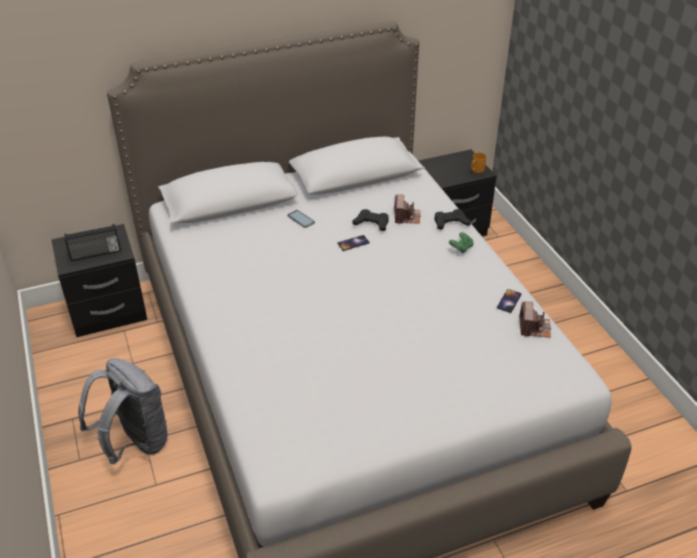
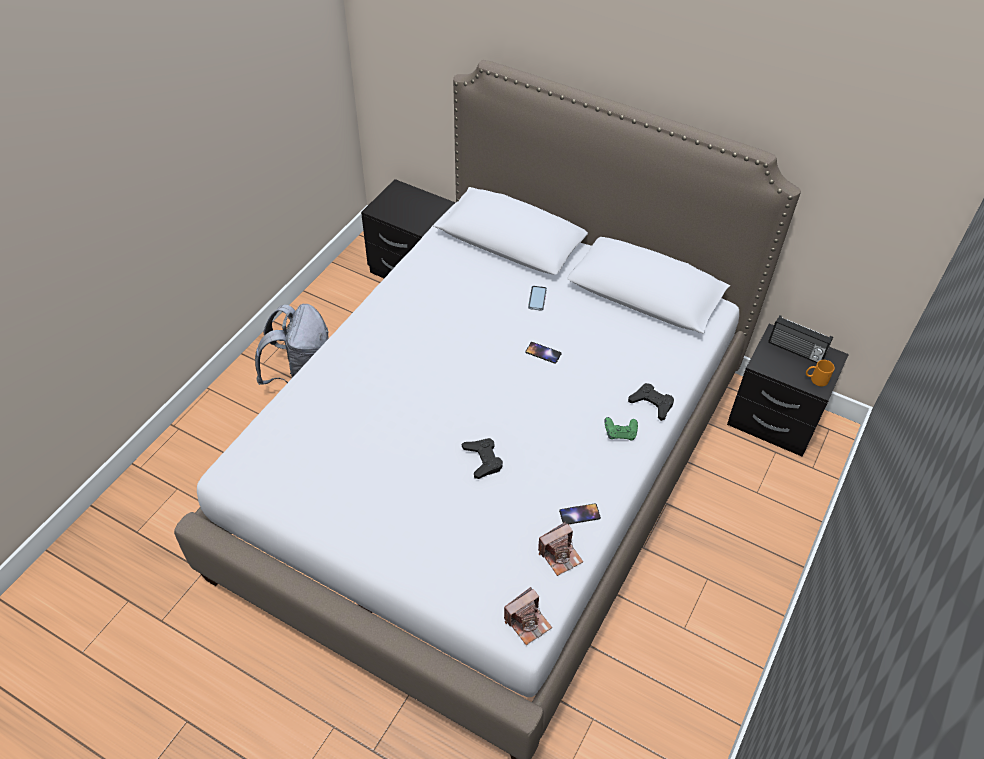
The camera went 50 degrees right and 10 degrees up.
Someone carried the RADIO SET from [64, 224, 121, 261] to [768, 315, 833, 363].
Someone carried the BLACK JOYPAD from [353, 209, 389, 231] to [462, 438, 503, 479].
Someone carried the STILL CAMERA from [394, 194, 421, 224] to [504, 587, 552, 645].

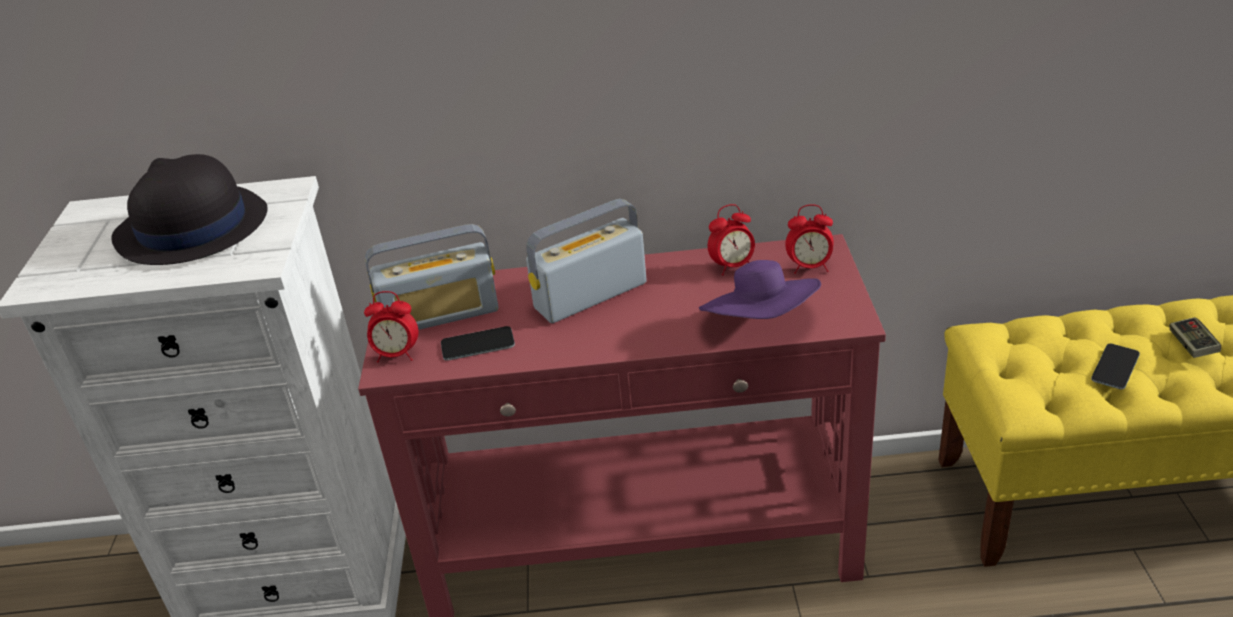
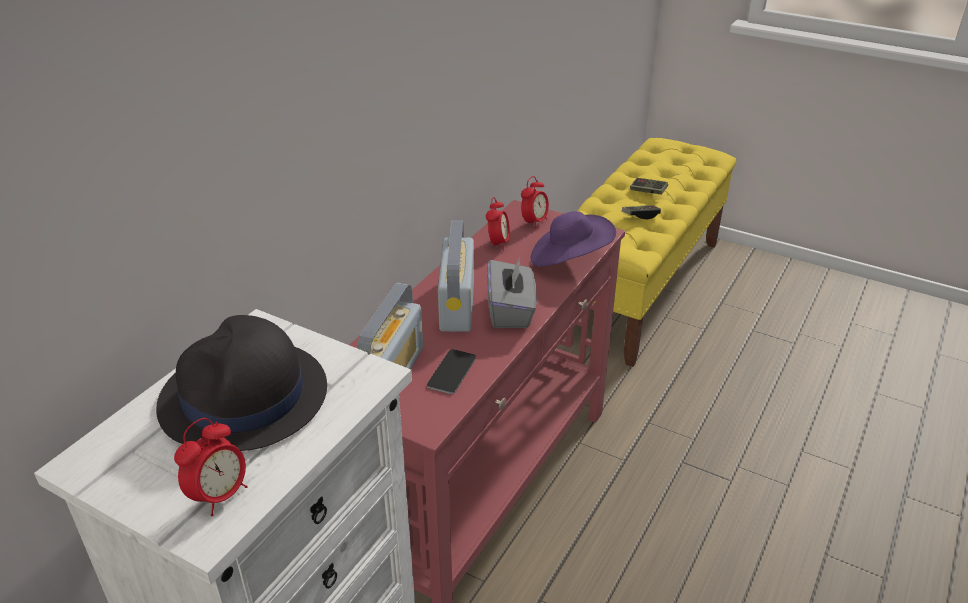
The camera went 60 degrees left and 0 degrees up.
Someone put down the GRAY TISSUE HOLDER at [487, 257, 537, 328].
Someone carried the ALARM CLOCK from [364, 291, 418, 362] to [174, 418, 248, 516].
Someone swapped the HANDSET at [1091, 344, 1140, 389] for the JOYPAD at [622, 205, 661, 220].

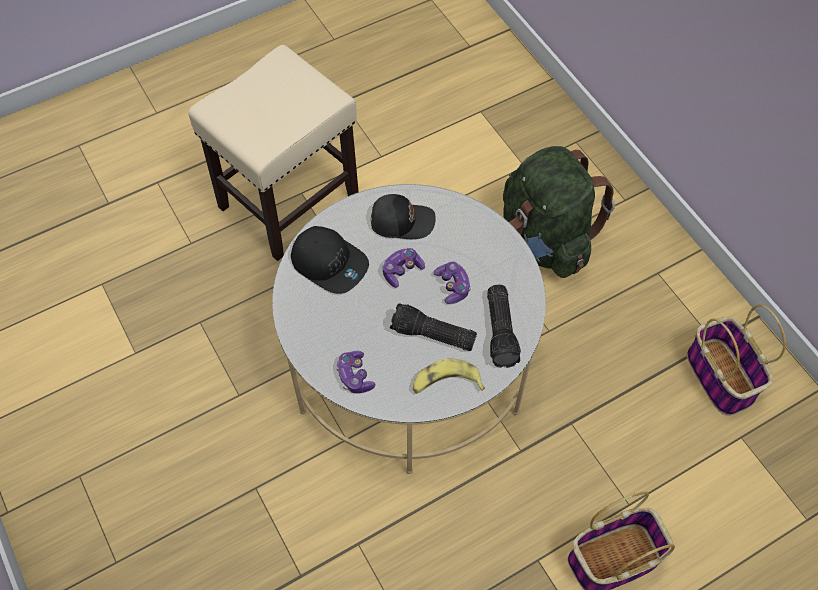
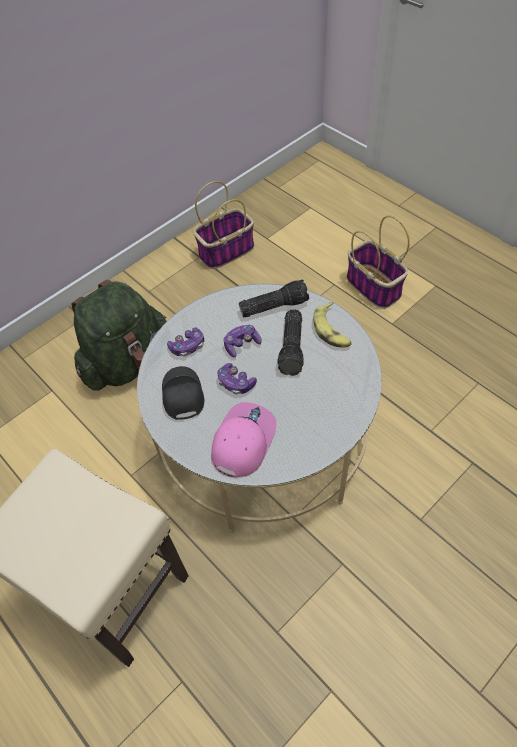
The camera went 100 degrees left and 5 degrees down.
Someone carried the JOYPAD from [336, 351, 376, 393] to [167, 327, 204, 357].
Someone repainted the BLACK PEAKED CAP at [291, 226, 369, 294], which became the PINK-COLOURED PEAKED CAP at [211, 402, 276, 478].

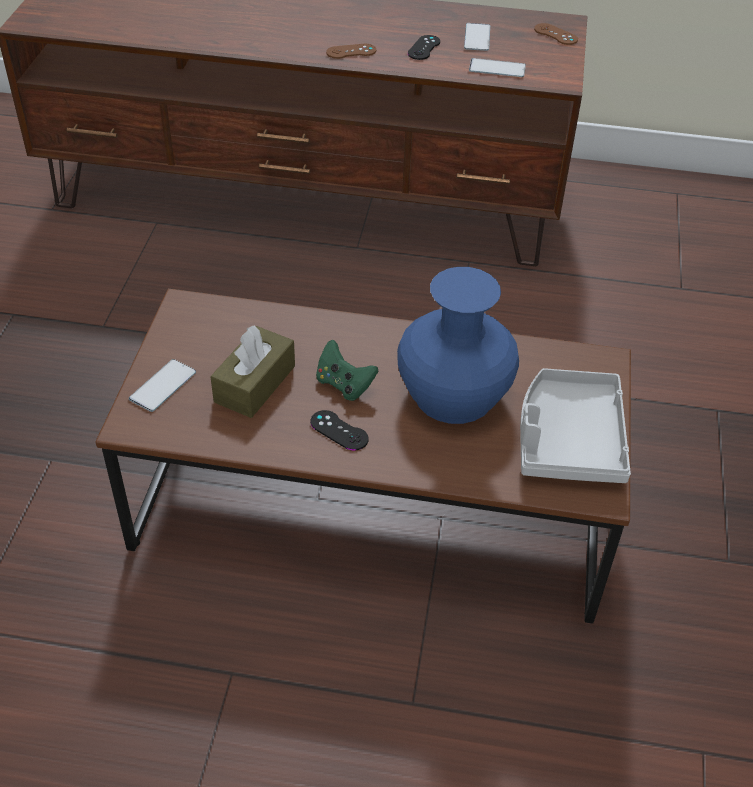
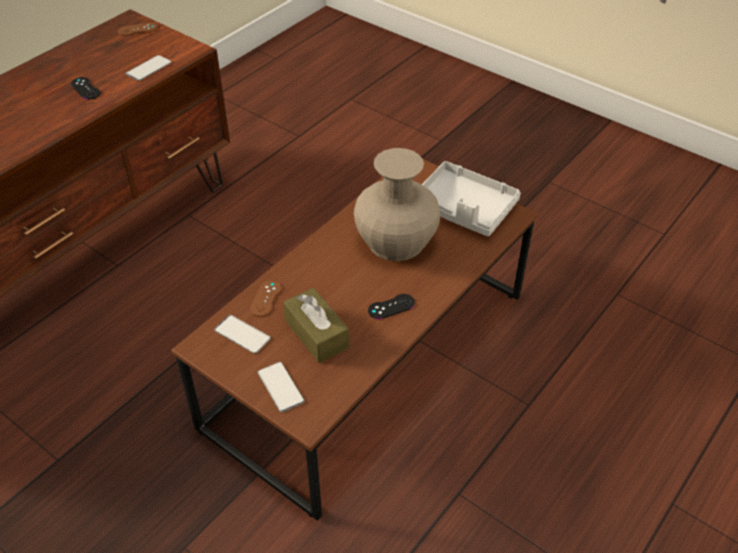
The camera went 60 degrees left and 0 degrees up.
Someone took away the GREENISH JOYPAD at [316, 340, 378, 401].
Someone carried the BROWNISH JOYPAD from [326, 44, 376, 59] to [250, 280, 281, 317].
Someone carried the HANDSET from [464, 23, 490, 51] to [214, 315, 271, 353].
Someone repainted the BLUE VASE at [397, 267, 519, 424], which became the BEIGE-COLOURED VASE at [354, 148, 441, 261].

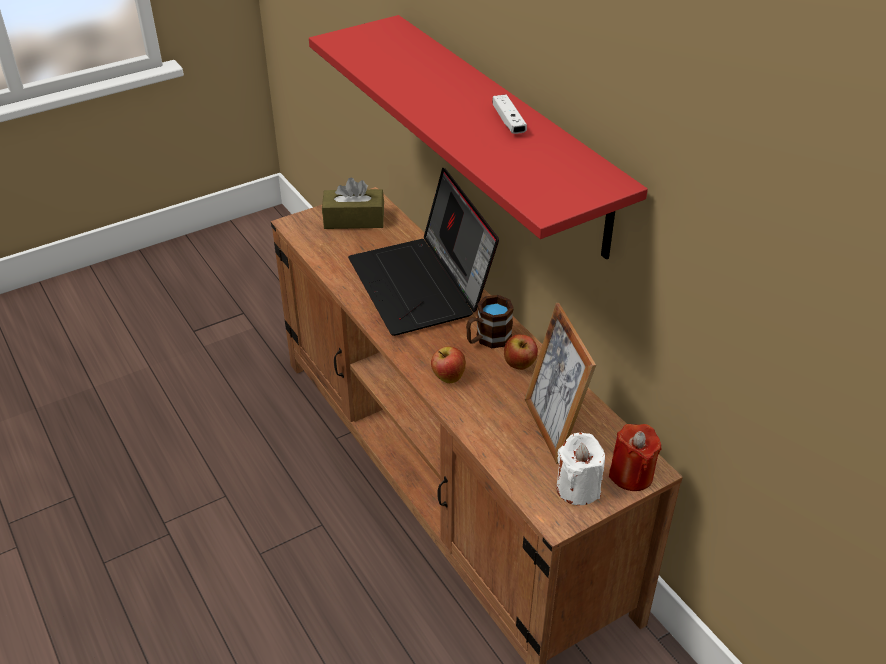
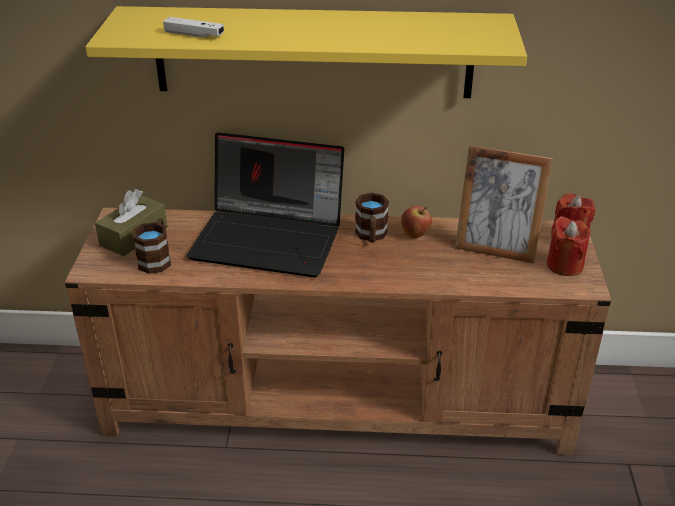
The camera went 55 degrees left and 5 degrees down.
Someone took away the APPLE FRUIT at [431, 346, 466, 383].
Someone put down the BROWNISH TEA MUG at [133, 218, 171, 274].
Someone carried the WHITE-COLOURED JOYPAD from [493, 94, 527, 134] to [163, 17, 224, 38].
Someone repainted the RED WALL SHELF at [309, 15, 648, 260], which became the YELLOW WALL SHELF at [85, 6, 527, 98].
Someone repainted the WHITE-COLOURED CANDLE at [556, 432, 605, 505], which became the RED CANDLE at [547, 216, 591, 276].

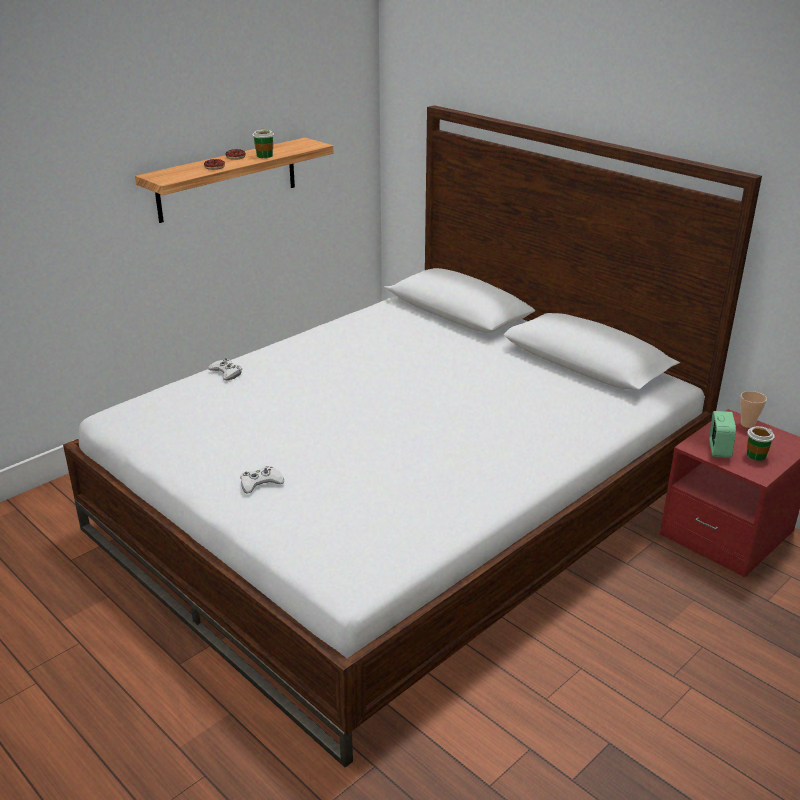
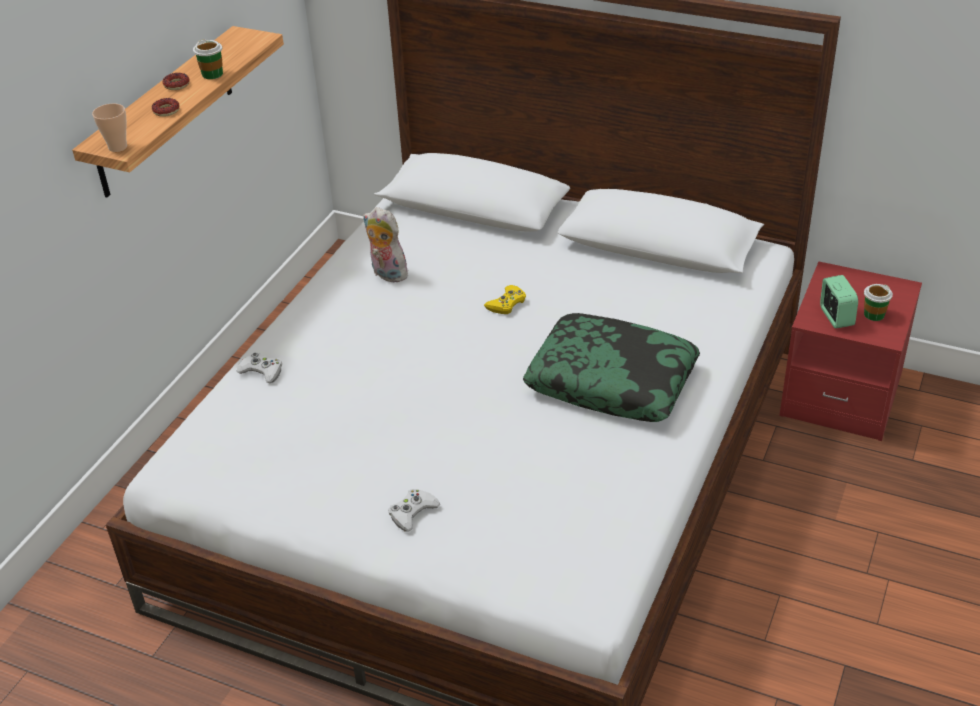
The camera went 20 degrees left and 10 degrees up.
Someone put down the CUDDLY TOY at [363, 207, 408, 282].
Someone put down the YELLOW JOYPAD at [484, 285, 526, 314].
Someone put down the CUSHION at [523, 313, 700, 422].
Someone carried the CUP from [740, 391, 767, 428] to [92, 103, 127, 152].

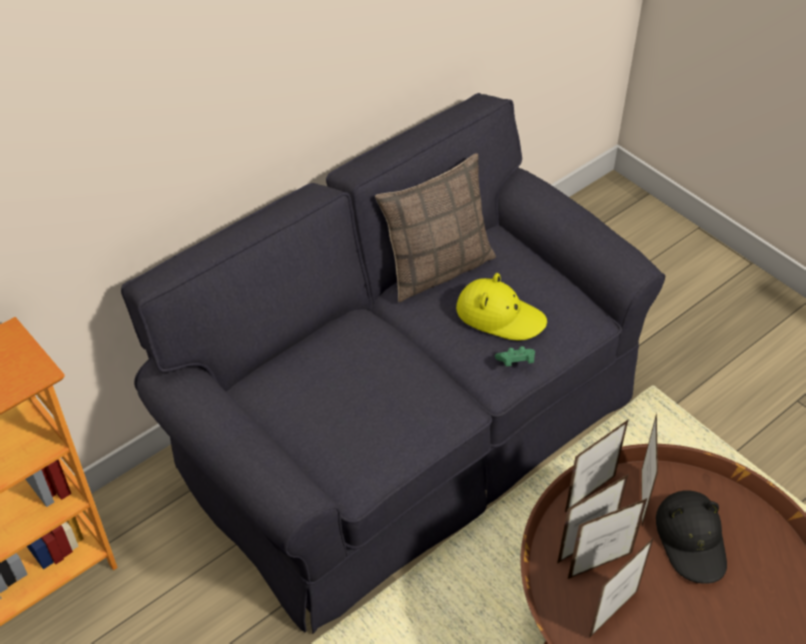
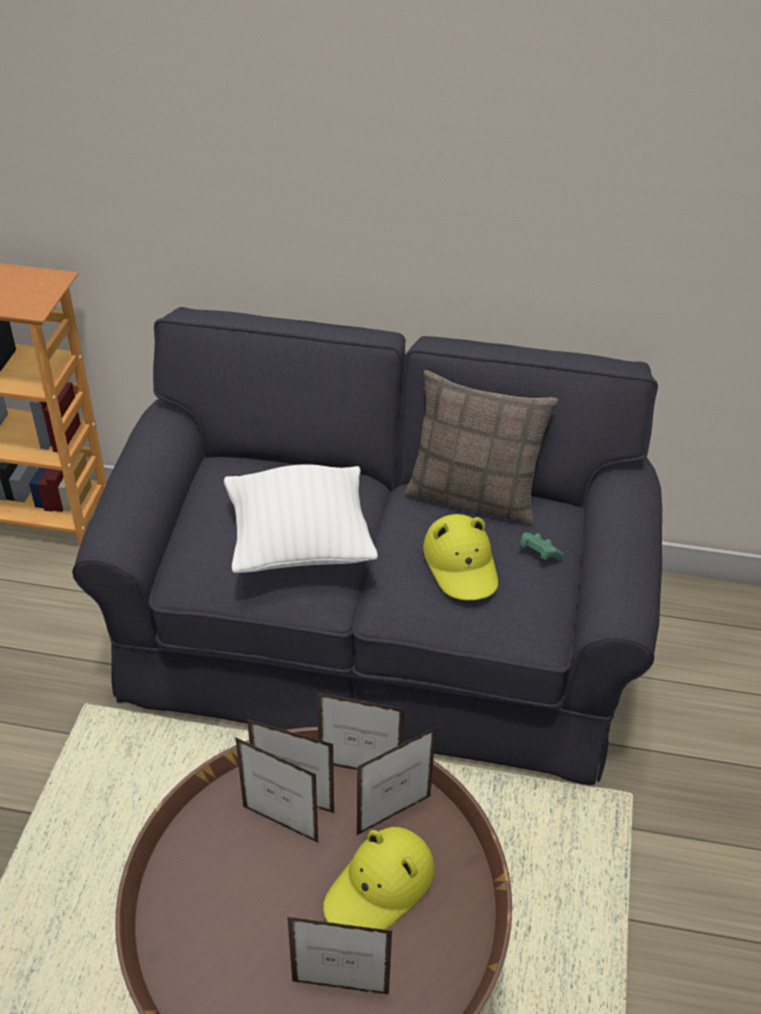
The camera went 50 degrees right and 5 degrees down.
Someone put down the WHITE-COLOURED CUSHION at [224, 464, 378, 573].
Someone carried the GREENISH JOYPAD from [495, 346, 535, 366] to [519, 533, 564, 560].
Someone carried the PICTURE FRAME from [589, 537, 654, 638] to [287, 917, 392, 995].
Someone repainted the BLACK WEARABLE HAT at [656, 490, 727, 584], which became the YELLOW WEARABLE HAT at [323, 827, 435, 930].

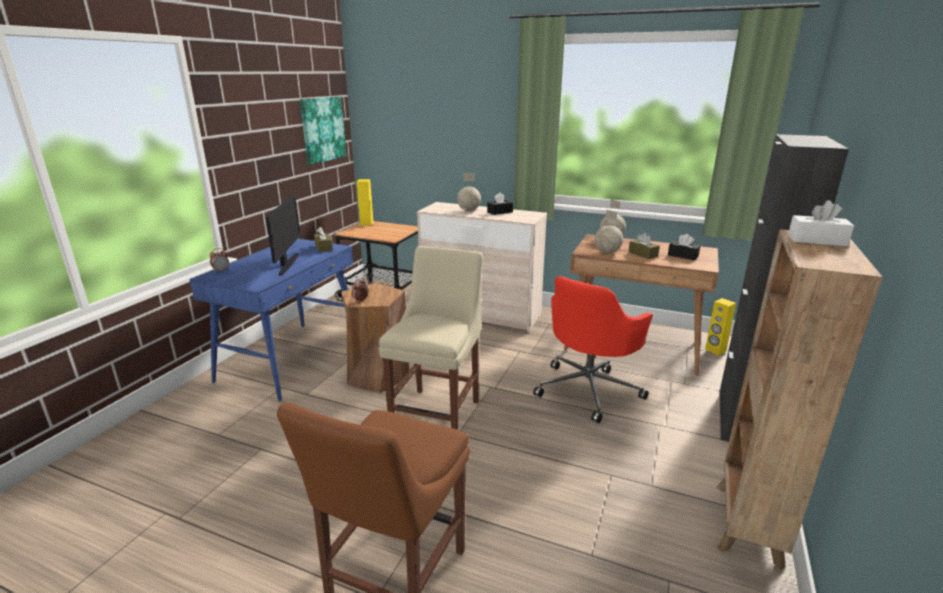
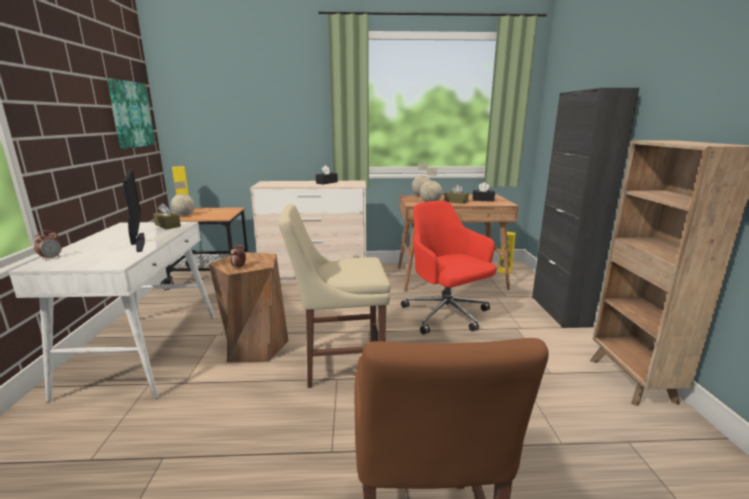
The camera went 25 degrees left and 5 degrees down.
Someone took away the WHITE-COLOURED TISSUE HOLDER at [788, 200, 854, 246].
Someone carried the DESK GLOBE from [457, 173, 481, 211] to [171, 181, 195, 216].
Someone repainted the BLUE DESK at [189, 239, 353, 402], which became the WHITE-COLOURED DESK at [8, 222, 215, 402].
Someone rotated the BEIGE-COLOURED PLAIN CHAIR at [379, 246, 483, 430] by 90 degrees counterclockwise.
Someone rotated the RED COMPUTER CHAIR at [533, 276, 653, 423] by 135 degrees clockwise.

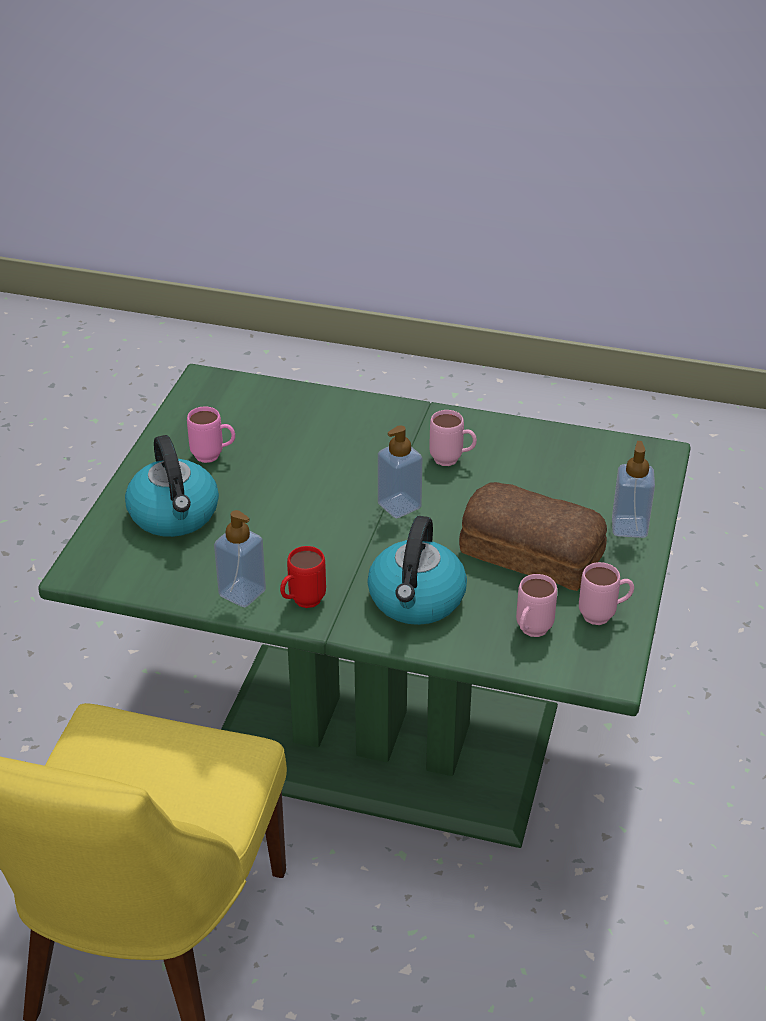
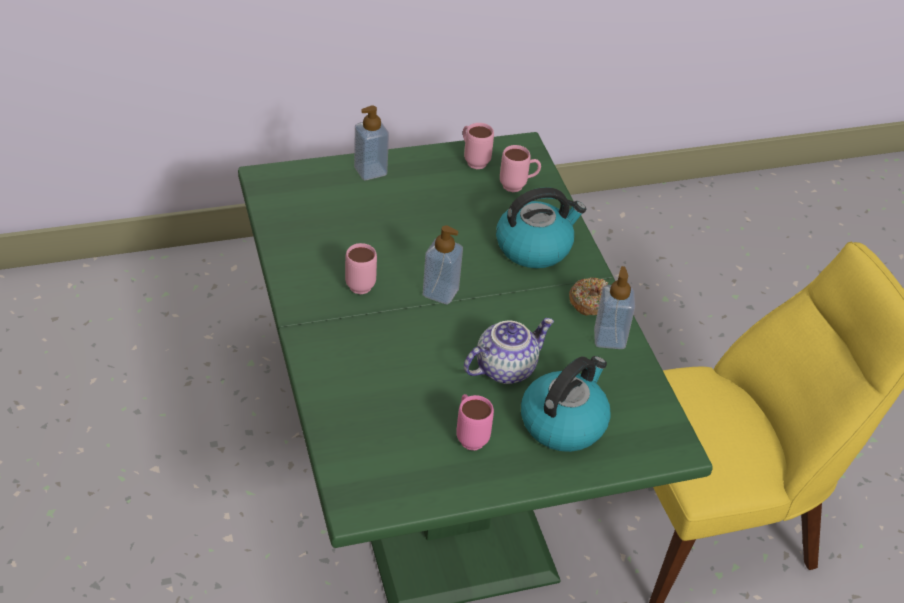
The camera went 125 degrees left and 5 degrees up.
Someone took away the BAKERY BREAD at [459, 482, 607, 591].
Someone put down the POT FOR TEA at [464, 318, 554, 384].
Someone swapped the RED TEA MUG at [280, 546, 326, 608] for the RING DOUGHNUT at [569, 277, 608, 316].

